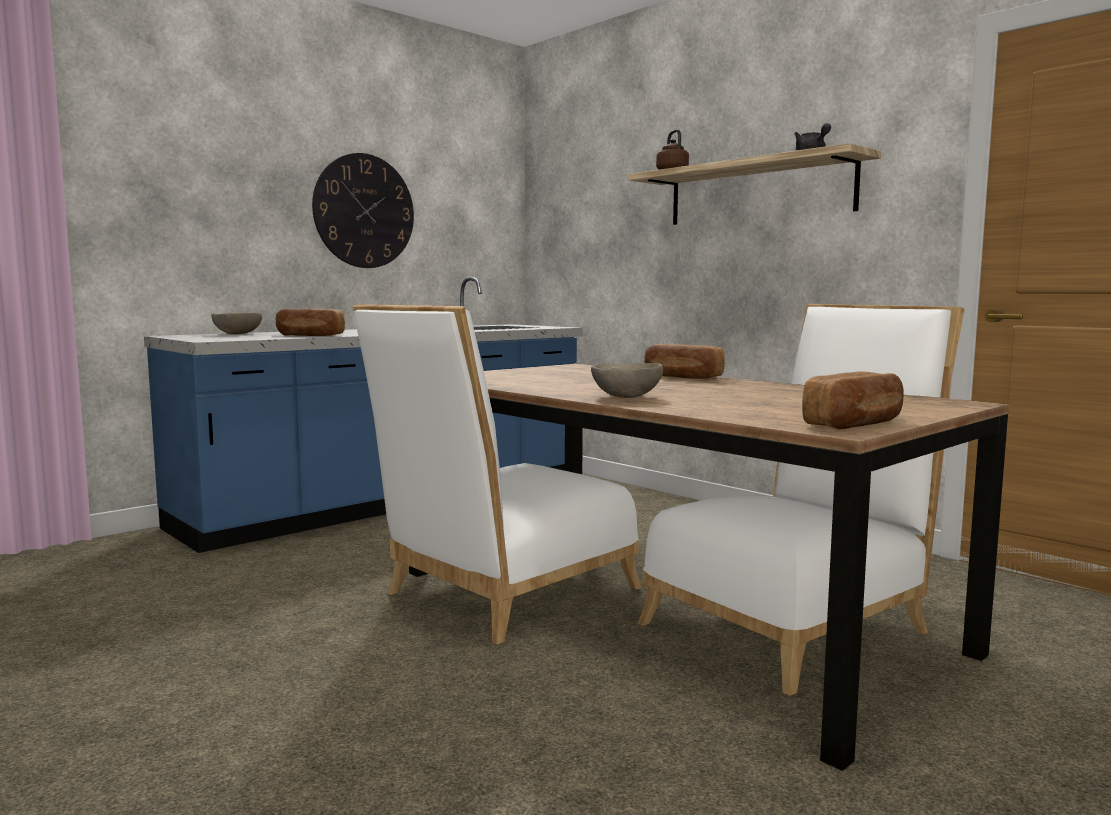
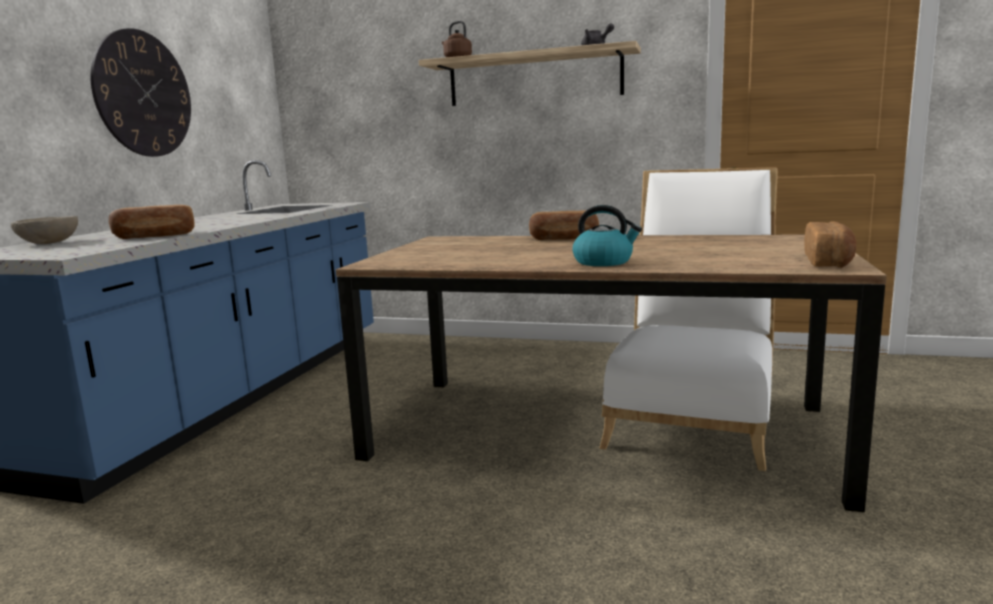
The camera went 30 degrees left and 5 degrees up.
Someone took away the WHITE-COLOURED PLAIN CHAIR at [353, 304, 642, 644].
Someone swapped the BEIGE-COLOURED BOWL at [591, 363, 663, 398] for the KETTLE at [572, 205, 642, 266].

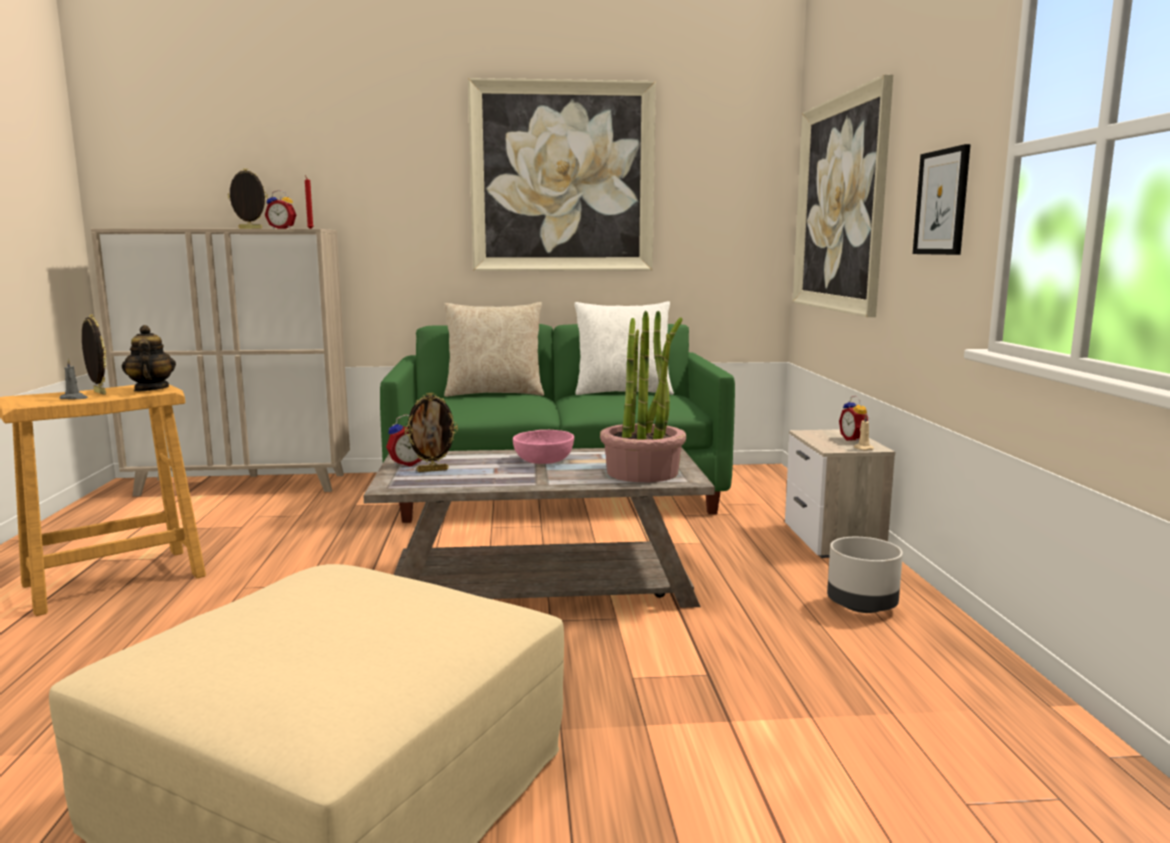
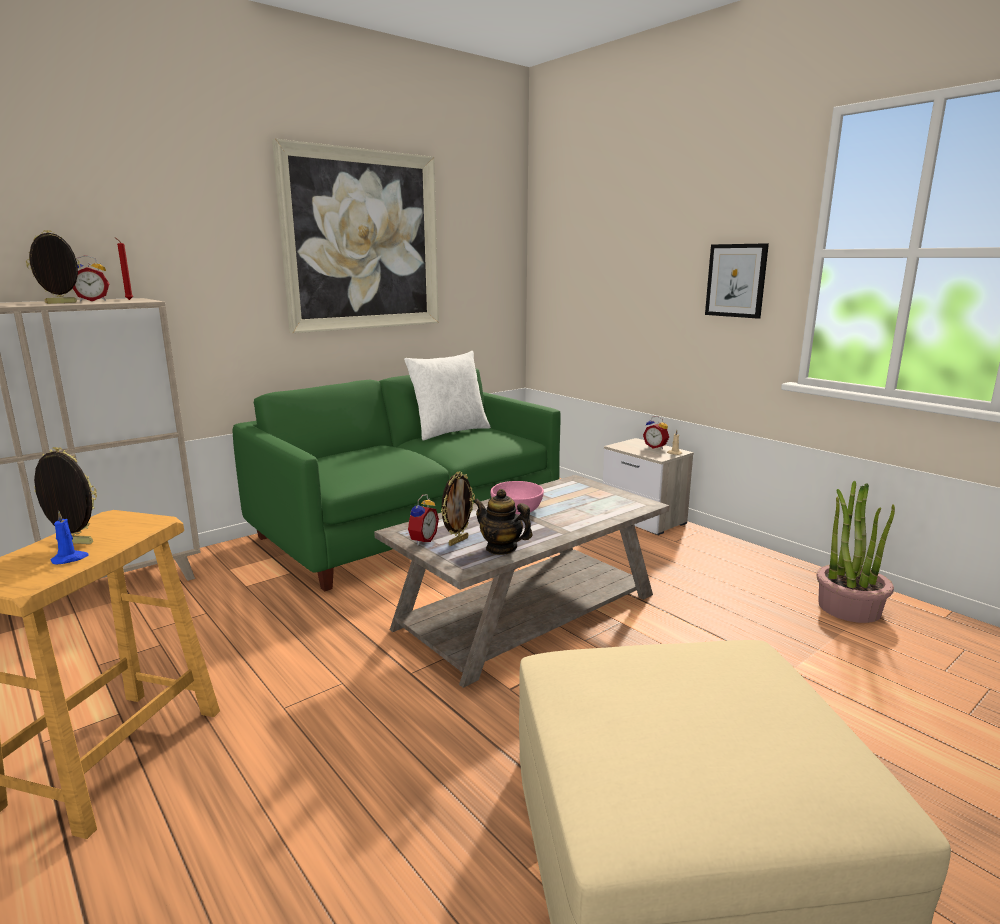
The camera went 35 degrees left and 5 degrees up.
Someone took away the BEIGE-COLOURED CUSHION at [444, 302, 544, 397].
Someone took away the PICTURE at [793, 75, 893, 317].
Someone took away the GRAY PLANTER at [827, 537, 903, 613].
Someone carried the POT FOR TEA from [122, 325, 176, 391] to [473, 489, 533, 555].
Someone carried the PLANT IN A POT from [600, 311, 686, 482] to [817, 481, 895, 623].
Someone repainted the GRAY CANDLE at [60, 358, 88, 399], which became the BLUE CANDLE at [50, 511, 89, 564].

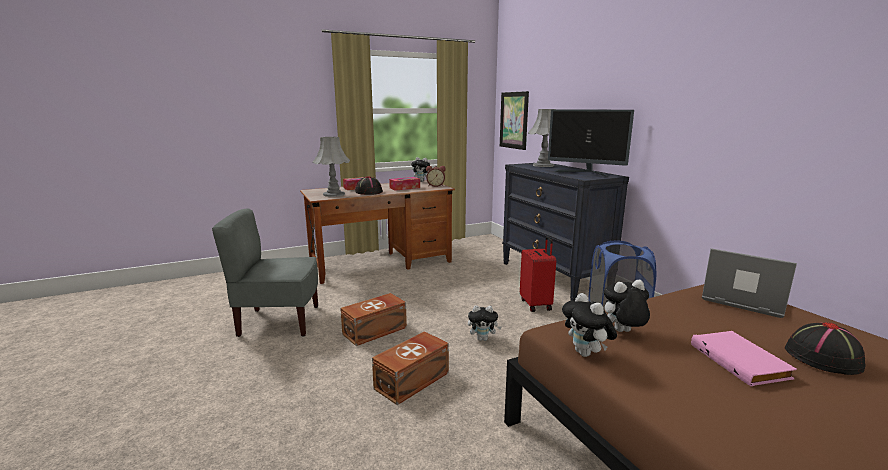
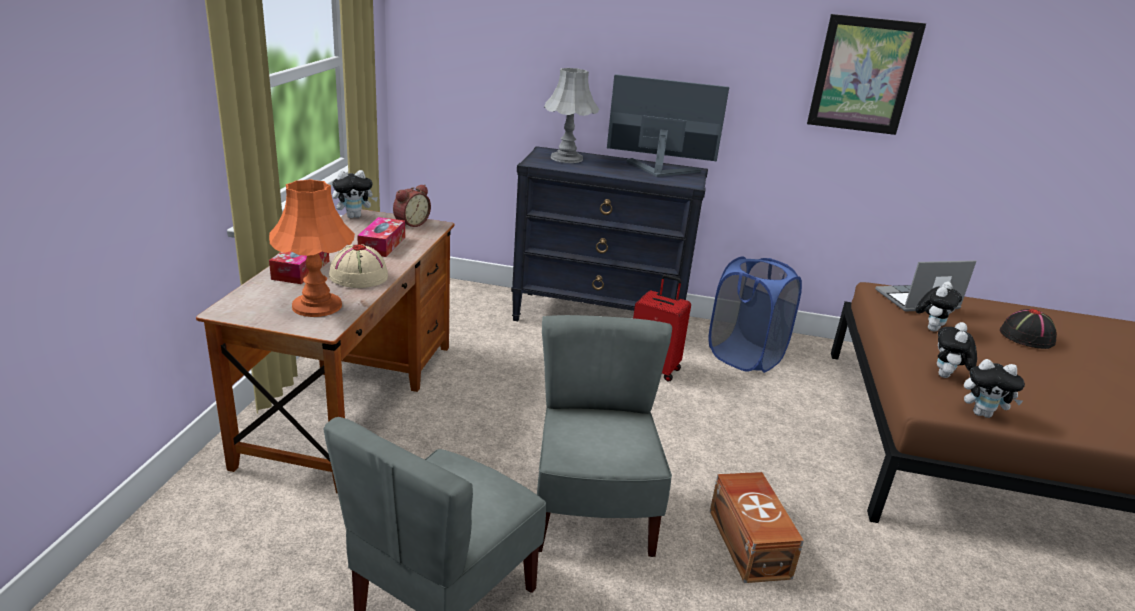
The camera went 55 degrees left and 10 degrees up.
Someone took away the PINK-COLOURED BOUND BOOK at [691, 331, 797, 386].
Someone carried the CUDDLY TOY from [468, 305, 502, 341] to [916, 282, 962, 331].
Someone carried the PICTURE from [500, 91, 529, 150] to [807, 14, 926, 135].
Someone swapped the BROWNISH STORAGE BIN at [340, 293, 407, 346] for the GRAY PLAIN CHAIR at [537, 315, 672, 557].
Someone repainted the GRAY LAMP FOR A TABLE at [313, 137, 350, 197], which became the ORANGE LAMP FOR A TABLE at [269, 179, 355, 317].
Someone repainted the BLACK WEARABLE HAT at [355, 176, 383, 195], which became the BEIGE-COLOURED WEARABLE HAT at [329, 244, 388, 288].
Someone rotated the COMPUTER DISPLAY at [548, 109, 634, 177] by 150 degrees counterclockwise.

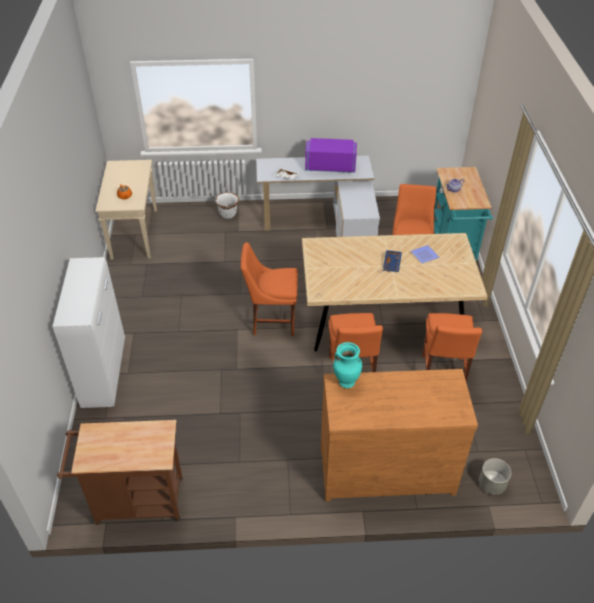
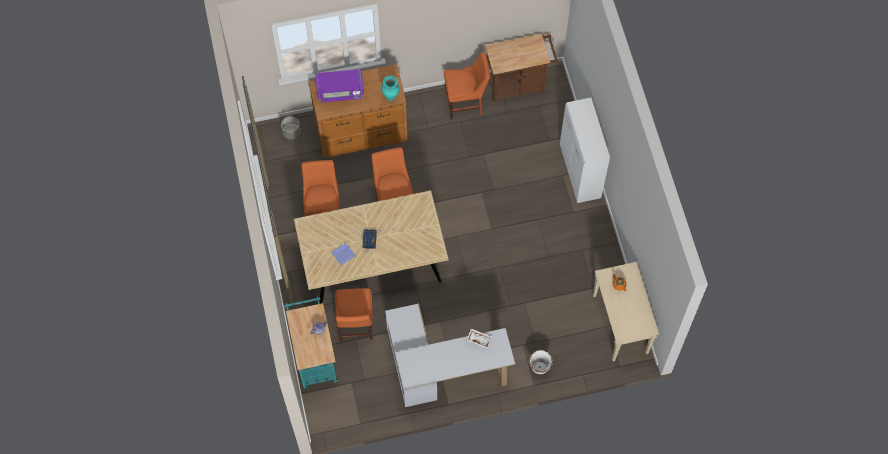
The camera went 170 degrees right and 20 degrees up.
Someone carried the ORANGE PLAIN CHAIR from [241, 242, 298, 336] to [444, 52, 490, 119].
Someone carried the PURPLE-COLOURED KITCHEN MICROWAVE from [305, 138, 357, 173] to [315, 69, 364, 103].

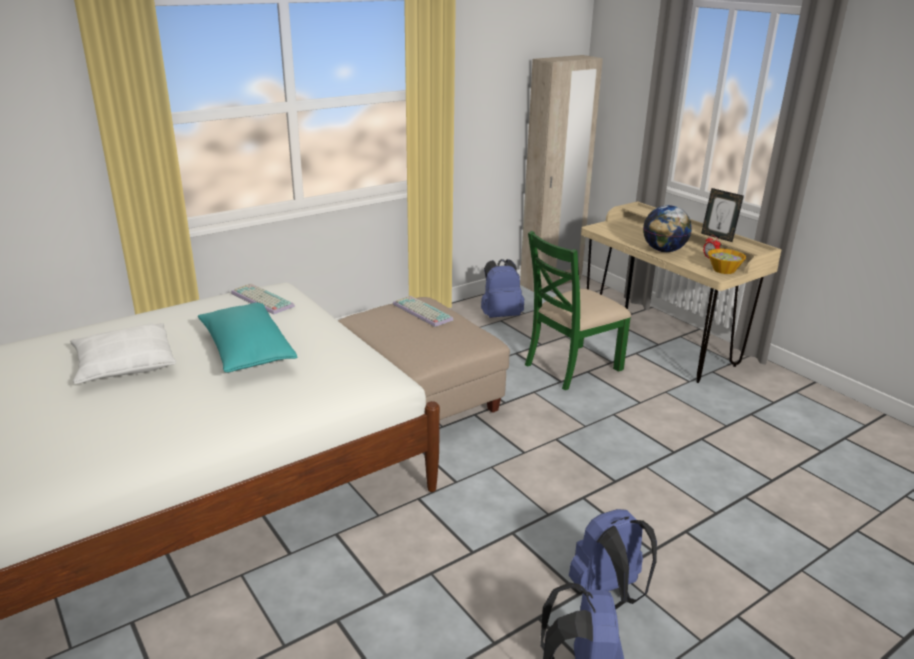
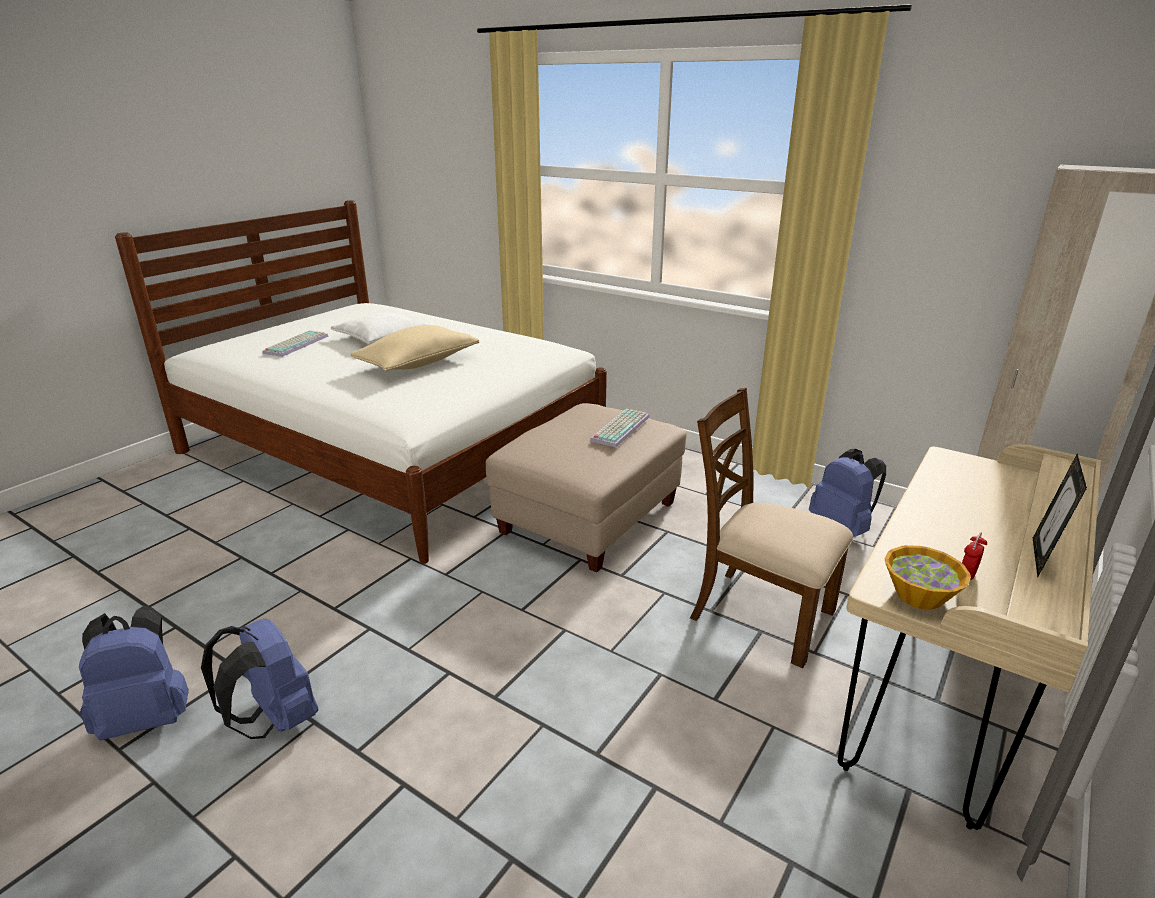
The camera went 70 degrees right and 0 degrees up.
Someone took away the DESK GLOBE at [643, 205, 692, 252].
Someone carried the PC KEYBOARD from [231, 284, 295, 315] to [263, 330, 329, 357].
Someone repainted the TURQUOISE-COLOURED CUSHION at [198, 303, 298, 372], which became the BEIGE-COLOURED CUSHION at [350, 325, 479, 371].
Someone repainted the GREENISH PLAIN CHAIR at [525, 231, 631, 390], which became the BROWNISH PLAIN CHAIR at [690, 388, 853, 668].

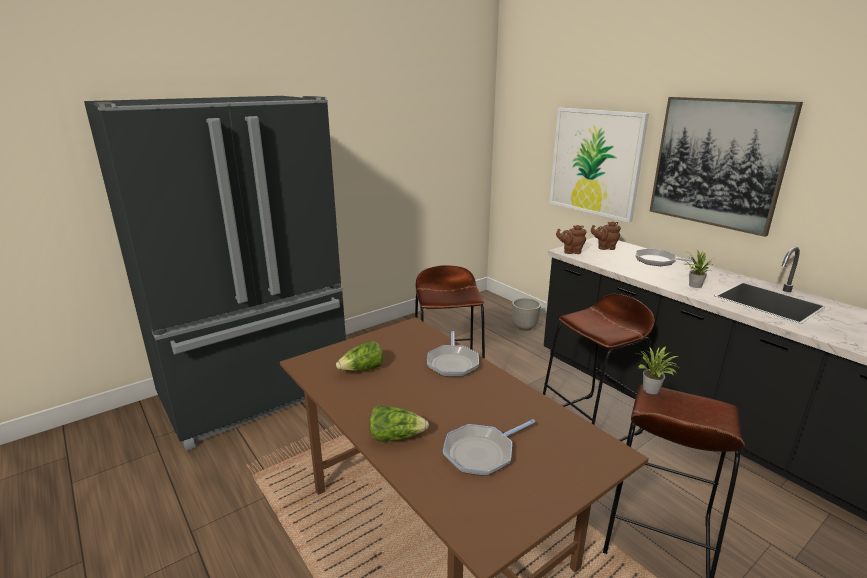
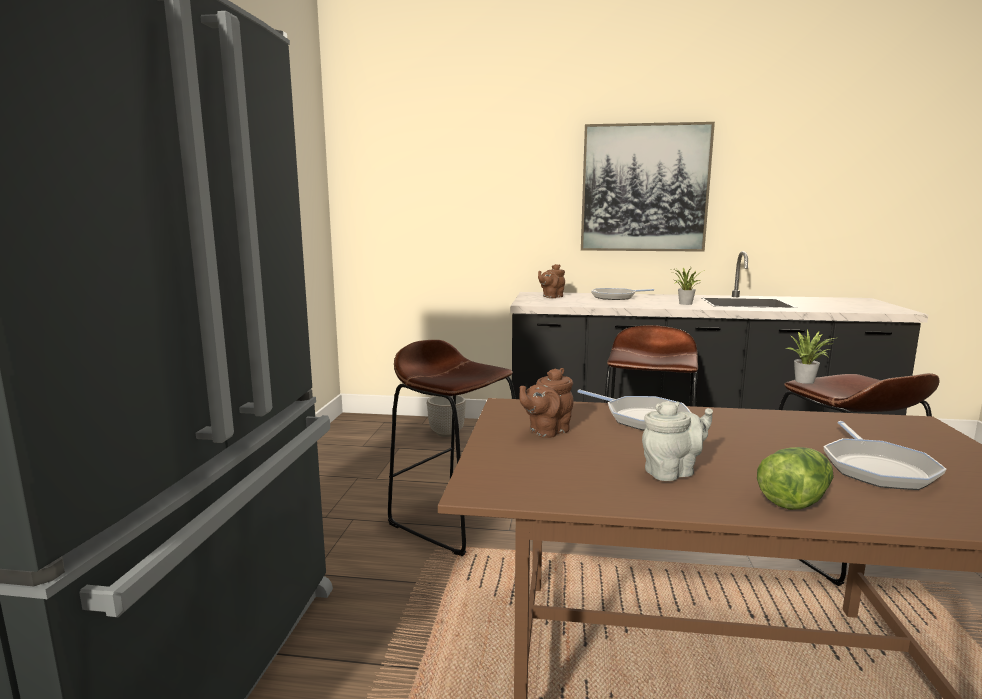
The camera went 45 degrees left and 10 degrees down.
Someone took away the LETTUCE at [336, 341, 384, 371].
Someone took away the PICTURE at [549, 108, 649, 223].
Someone put down the GRAY POT FOR TEA at [642, 401, 713, 481].
Someone carried the BROWNISH POT FOR TEA from [556, 225, 587, 254] to [519, 368, 574, 438].

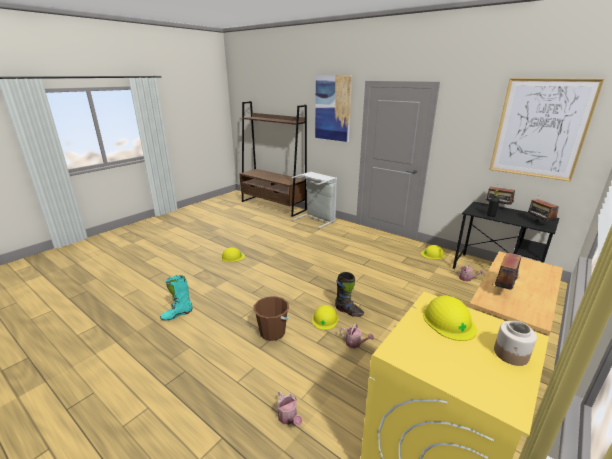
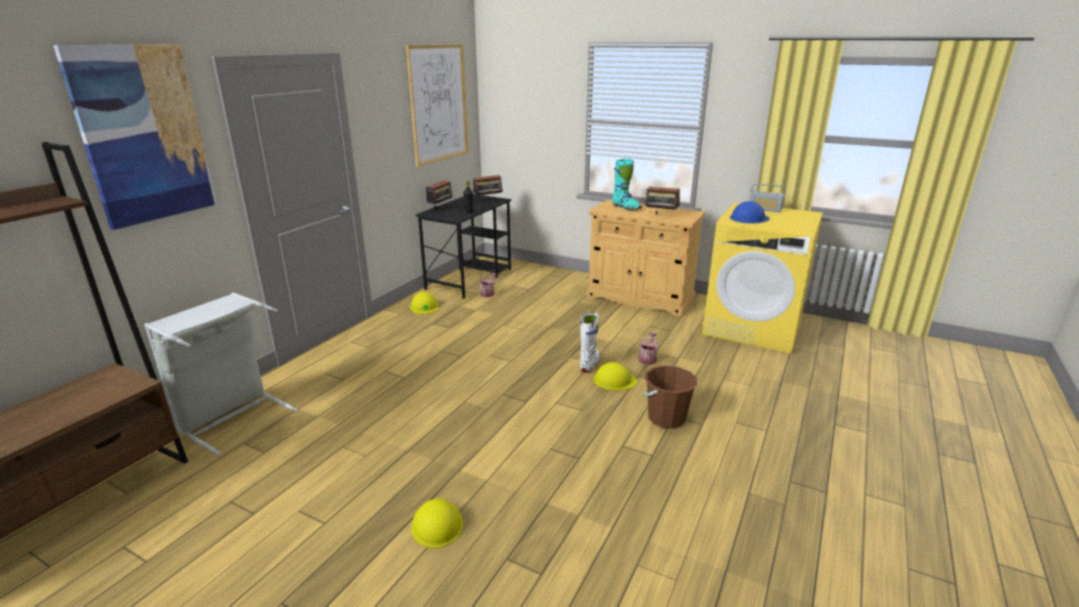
The camera went 100 degrees left and 0 degrees up.
Someone took away the WATERING CAN at [277, 391, 302, 426].
Someone carried the TURQUOISE-COLOURED BOOT from [160, 275, 193, 320] to [612, 159, 642, 210].
Someone swapped the JAR at [494, 321, 537, 366] for the RADIO SET at [750, 184, 785, 212].
Someone repainted the BLACK BOOT at [335, 272, 364, 317], which became the WHITE-COLOURED BOOT at [580, 313, 600, 373].
Someone repainted the YELLOW WORK HELMET at [423, 296, 477, 341], which became the BLUE WORK HELMET at [730, 201, 770, 223].

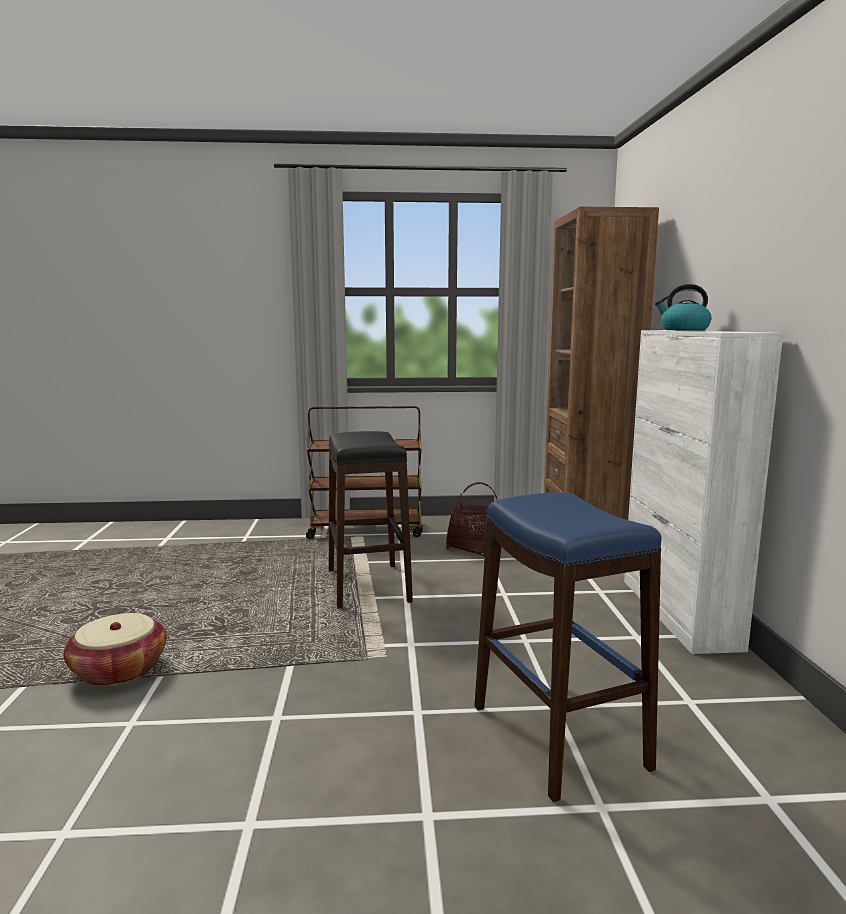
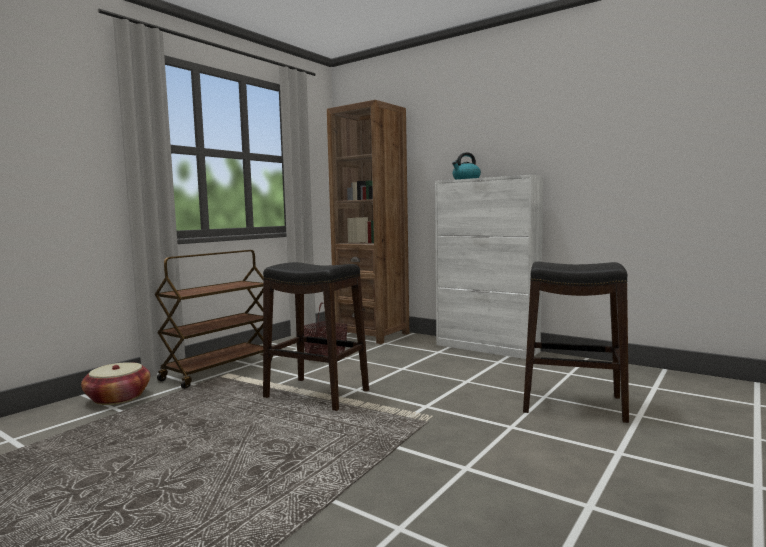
The camera went 50 degrees left and 5 degrees down.
Someone carried the STORAGE BASKET from [63, 613, 167, 687] to [81, 362, 150, 405].
Someone repainted the BLUE STOOL SEAT at [474, 492, 661, 802], which became the BLACK STOOL SEAT at [523, 262, 629, 423].

